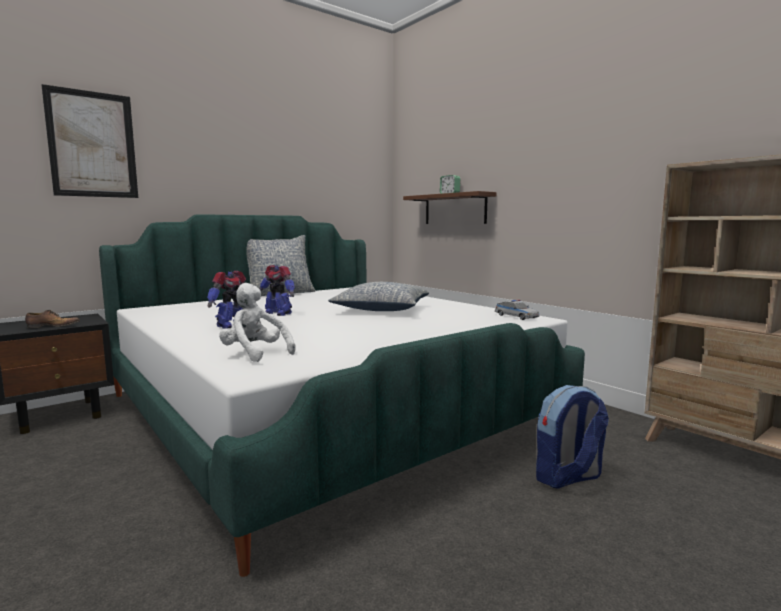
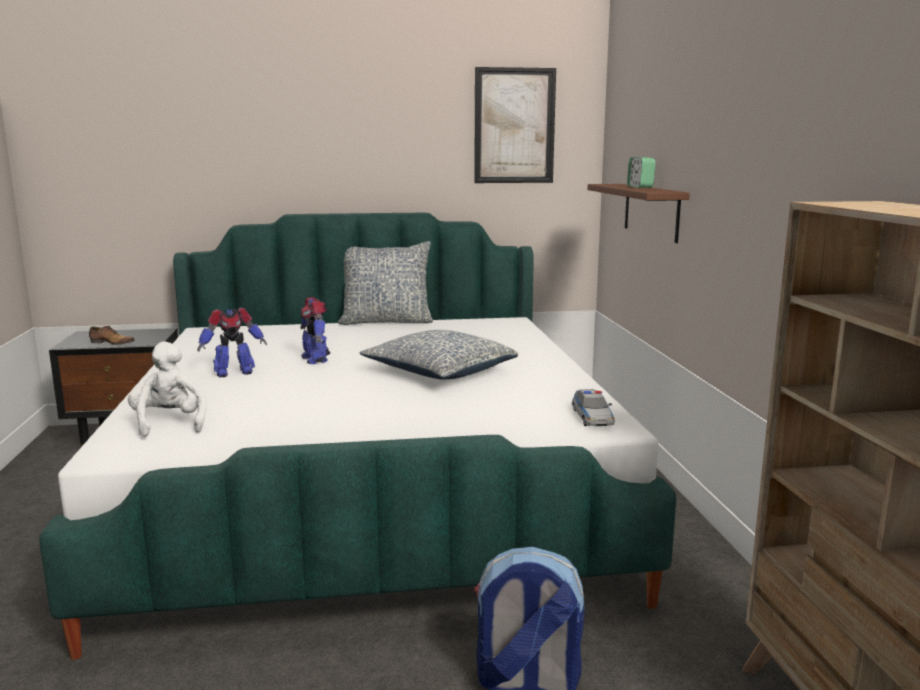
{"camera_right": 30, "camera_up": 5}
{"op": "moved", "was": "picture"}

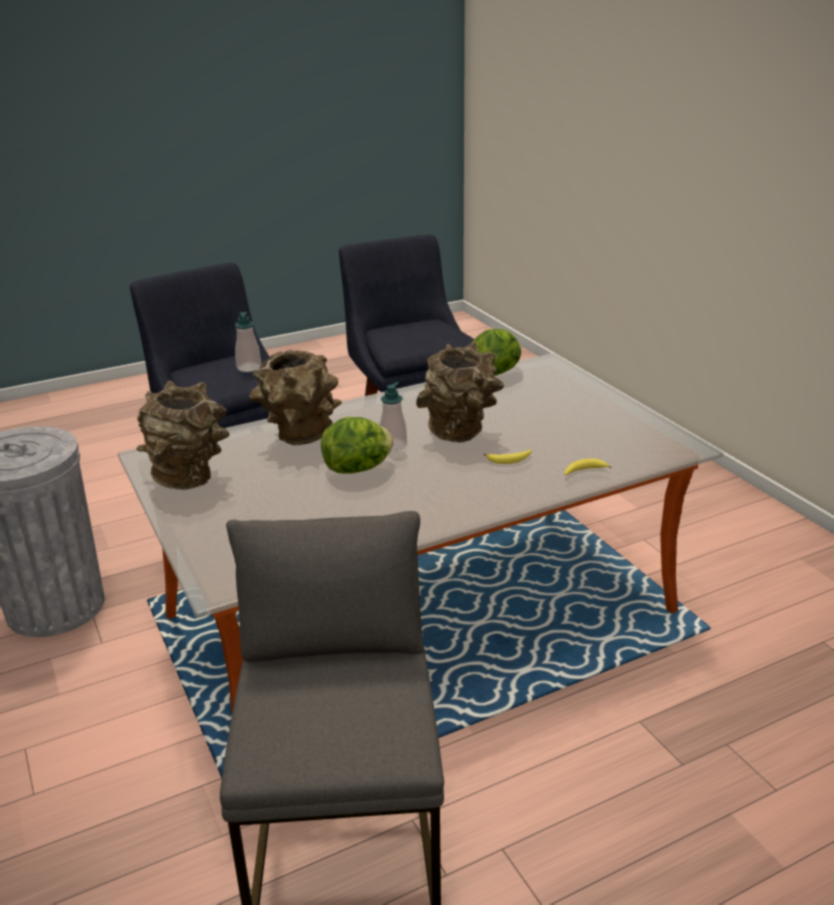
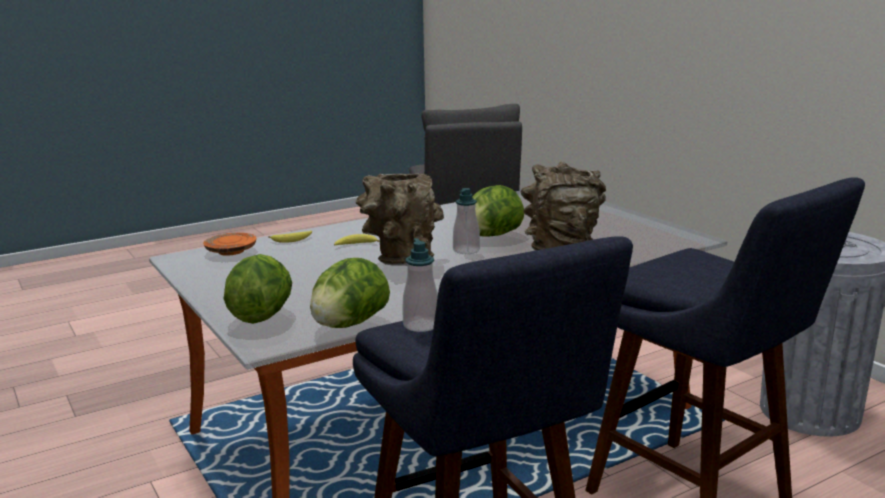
{"camera_right": 175, "camera_up": -10}
{"op": "added", "now": "orange plate"}
{"op": "added", "now": "lettuce (1st from left)"}
{"op": "moved", "was": "soap dispenser (1st from left)"}
{"op": "removed", "was": "brown vase (1st from left)"}

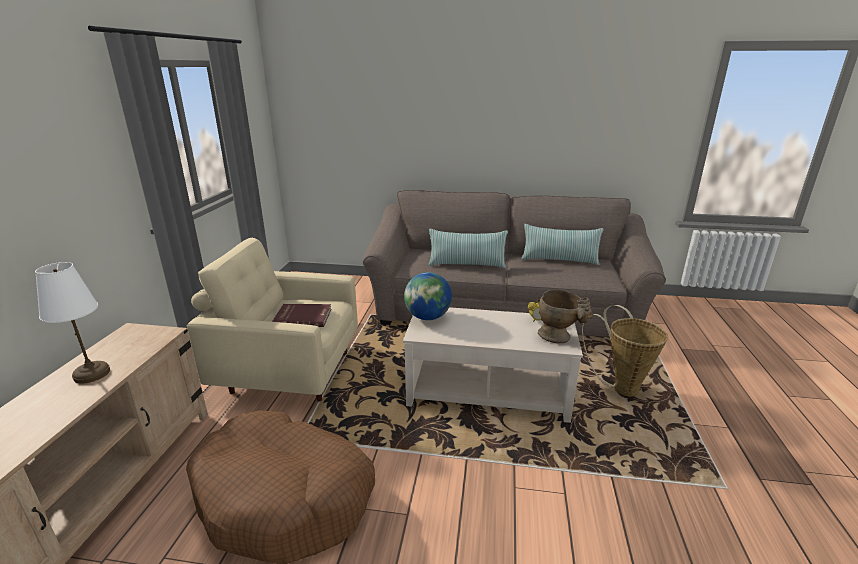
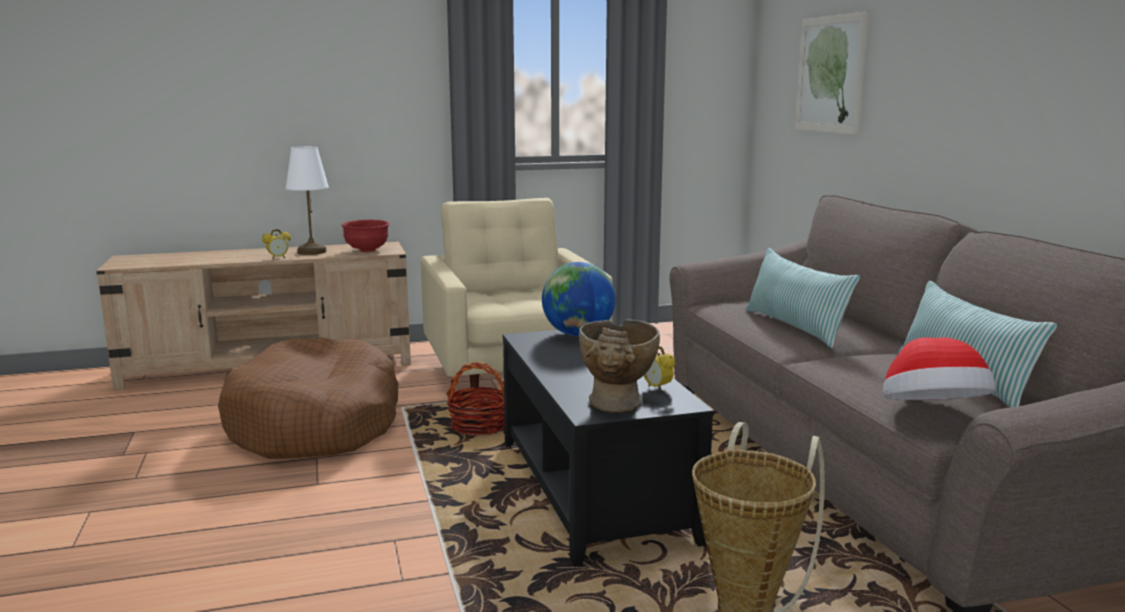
{"camera_right": 65, "camera_up": -10}
{"op": "added", "now": "alarm clock (1st from left)"}
{"op": "added", "now": "red bowl"}
{"op": "added", "now": "basket (1st from left)"}
{"op": "recoloured", "was": "beige coffee table", "now": "black coffee table"}
{"op": "added", "now": "picture"}
{"op": "added", "now": "hat"}
{"op": "removed", "was": "red book"}

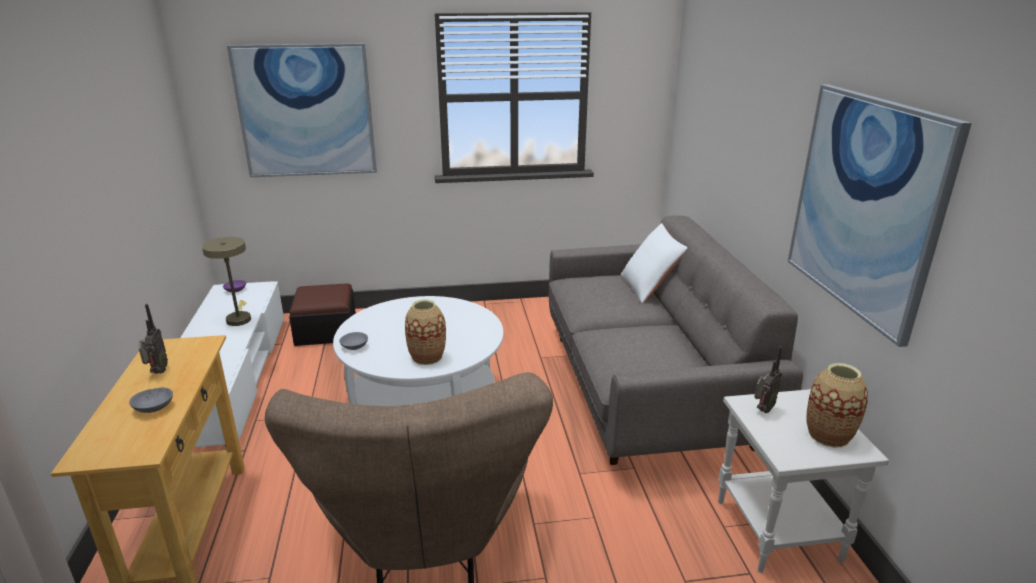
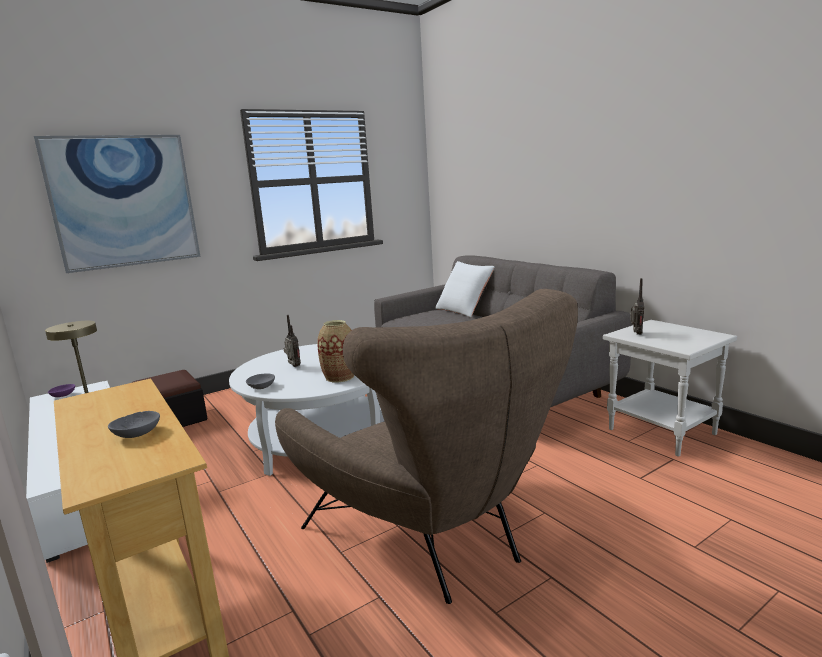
{"camera_right": -25, "camera_up": -10}
{"op": "moved", "was": "radio (1st from left)"}
{"op": "removed", "was": "picture (2nd from left)"}
{"op": "removed", "was": "vase (2nd from left)"}

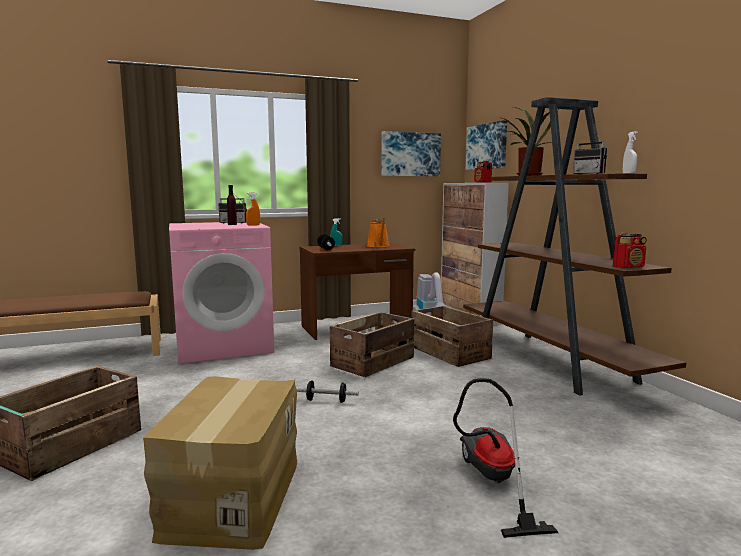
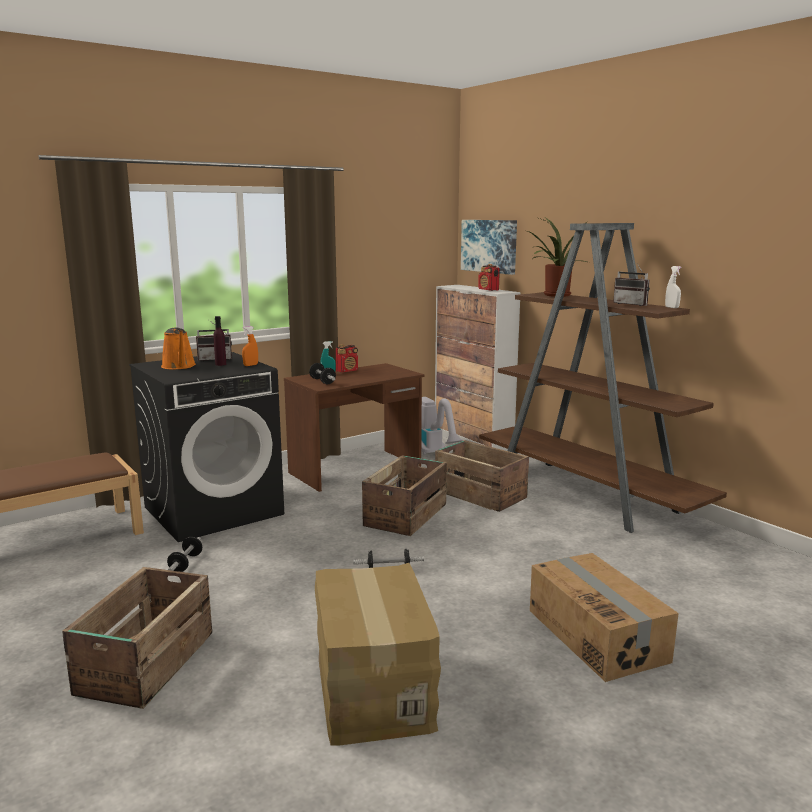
{"camera_right": -15, "camera_up": 5}
{"op": "recoloured", "was": "pink washing machine", "now": "black washing machine"}
{"op": "moved", "was": "orange watering can"}
{"op": "added", "now": "dumbbell (1st from left)"}
{"op": "moved", "was": "radio (4th from left in the first image)", "now": "radio (2nd from left)"}
{"op": "replaced", "was": "vacuum cleaner (2nd from left)", "now": "cardboard box (2nd from left)"}
{"op": "removed", "was": "picture (1st from left)"}

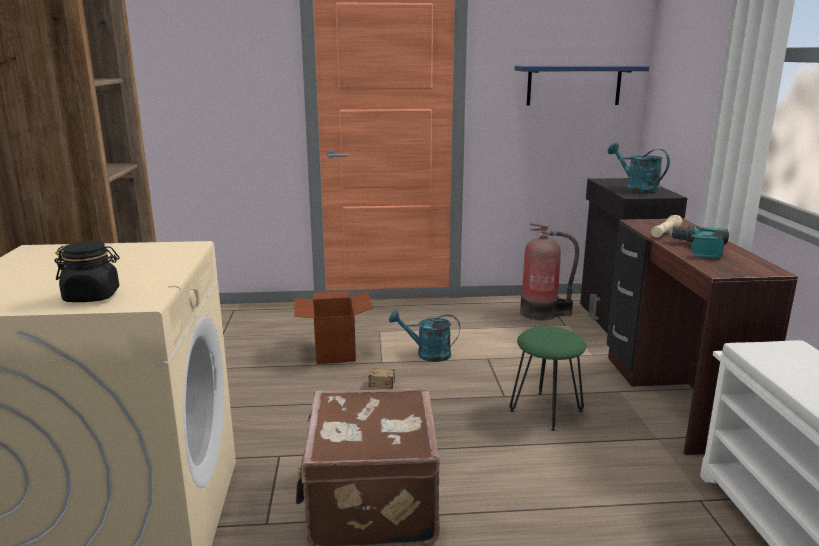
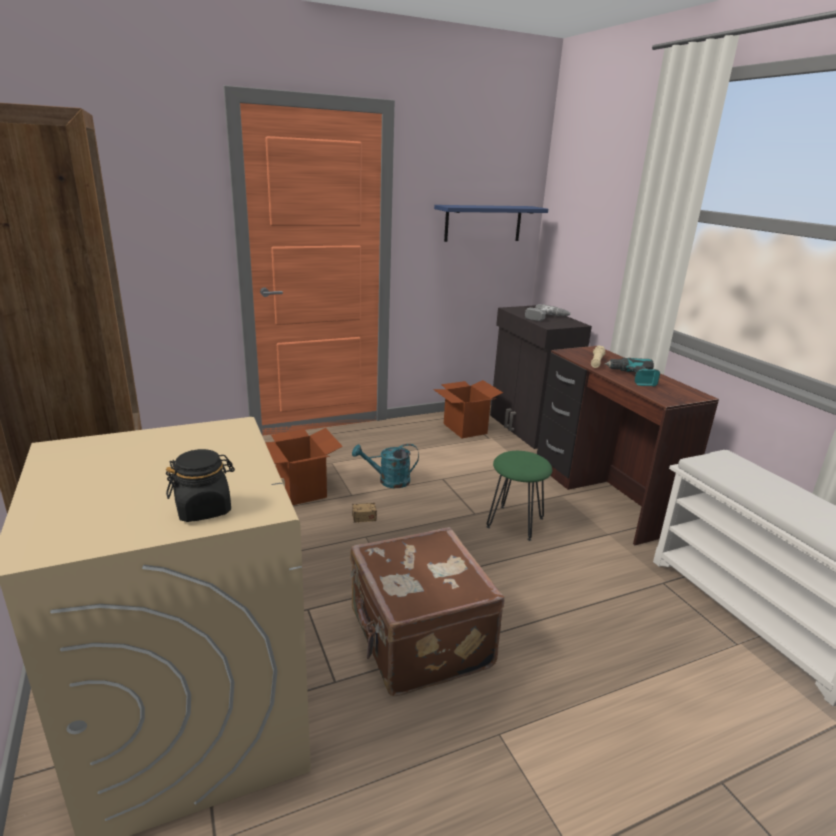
{"camera_right": -20, "camera_up": 5}
{"op": "replaced", "was": "fire extinguisher", "now": "cardboard box (2nd from left)"}
{"op": "replaced", "was": "turquoise watering can (2nd from left)", "now": "power drill (1st from left)"}

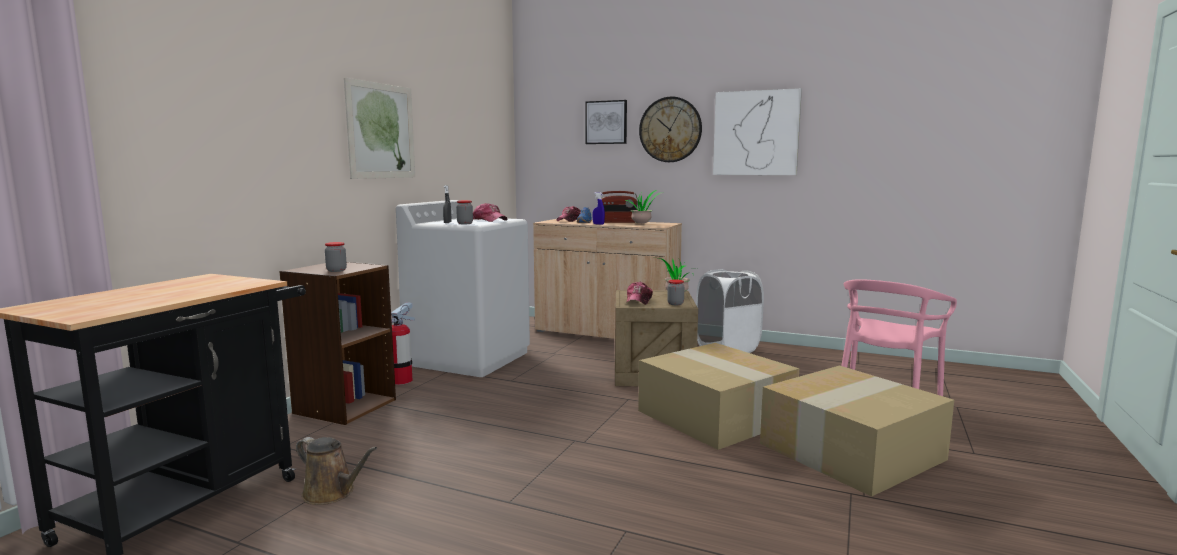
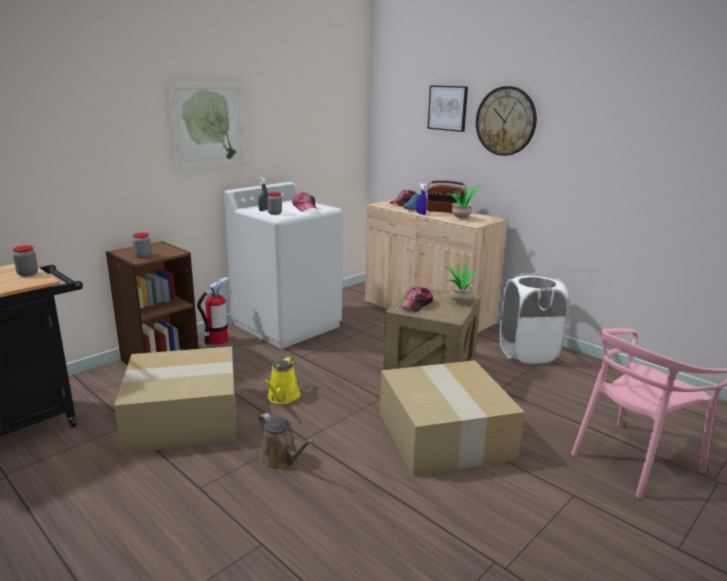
{"camera_right": 20, "camera_up": 10}
{"op": "moved", "was": "jar (3rd from left in the first image)", "now": "jar (1st from left)"}
{"op": "moved", "was": "cardboard box (2nd from left in the first image)", "now": "cardboard box (1st from left)"}
{"op": "moved", "was": "brown watering can"}
{"op": "added", "now": "yellow watering can"}
{"op": "removed", "was": "picture (3rd from left)"}

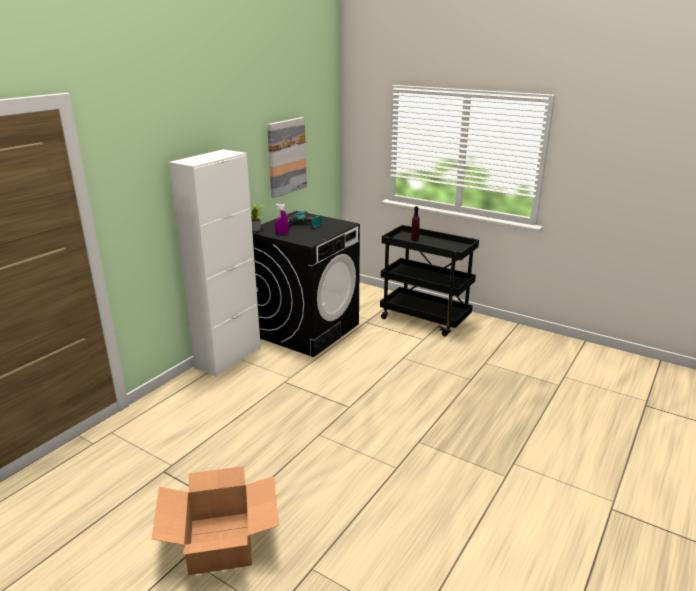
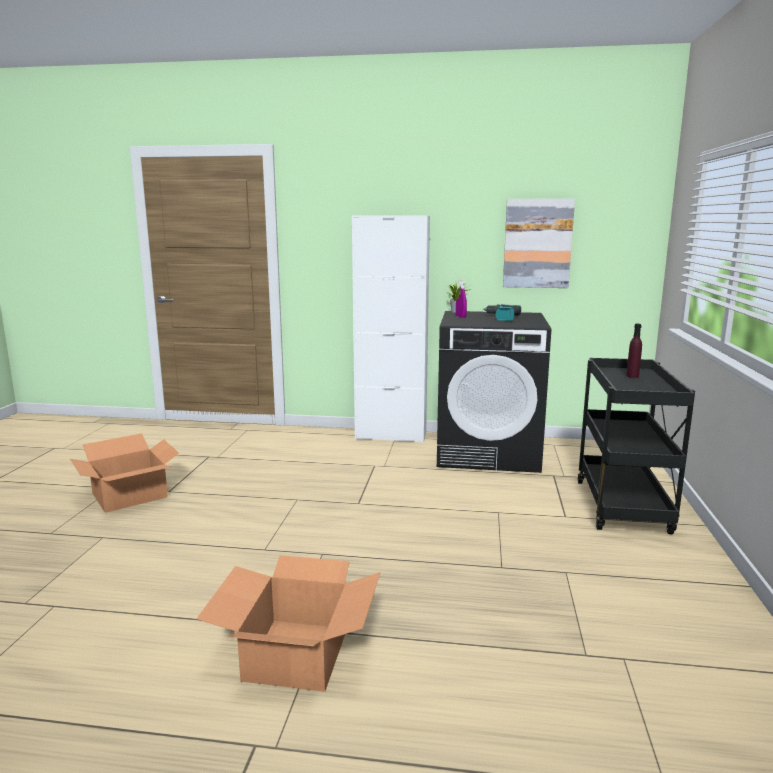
{"camera_right": 65, "camera_up": -10}
{"op": "added", "now": "cardboard box (2nd from left)"}

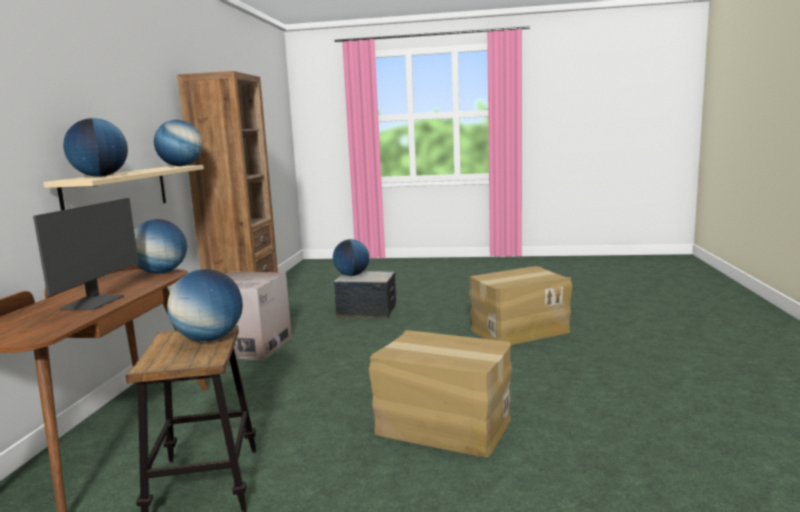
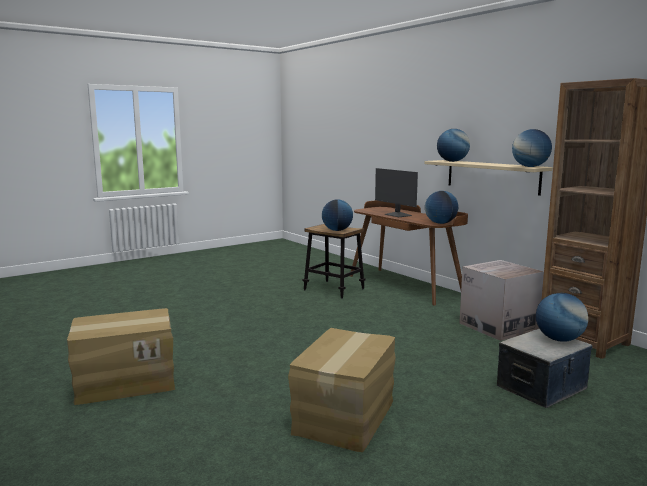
{"camera_right": 135, "camera_up": 0}
{"op": "moved", "was": "cardboard box (2nd from left in the first image)", "now": "cardboard box (1st from left)"}

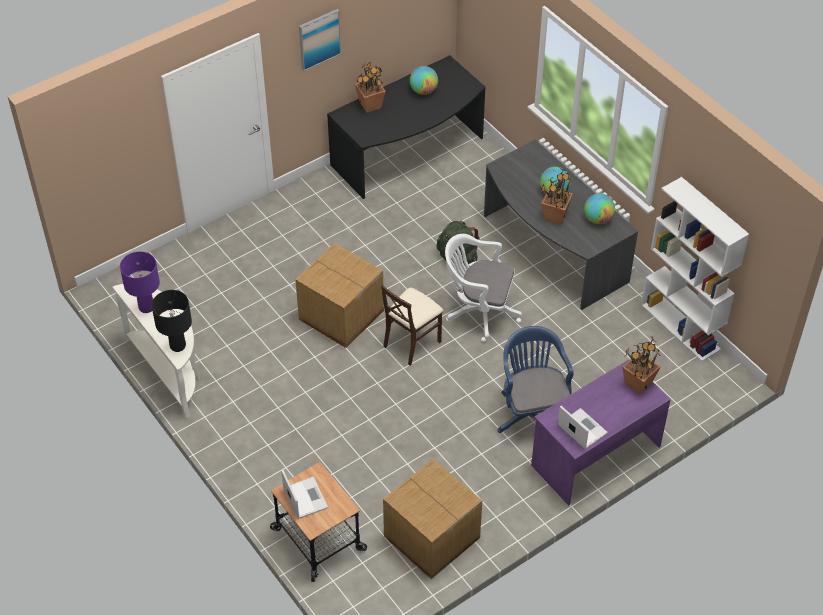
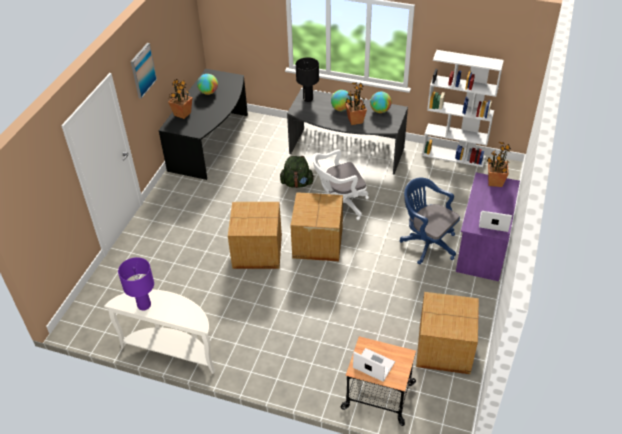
{"camera_right": -35, "camera_up": -5}
{"op": "replaced", "was": "beige chair", "now": "cardboard box (2nd from left)"}
{"op": "moved", "was": "black table lamp"}

